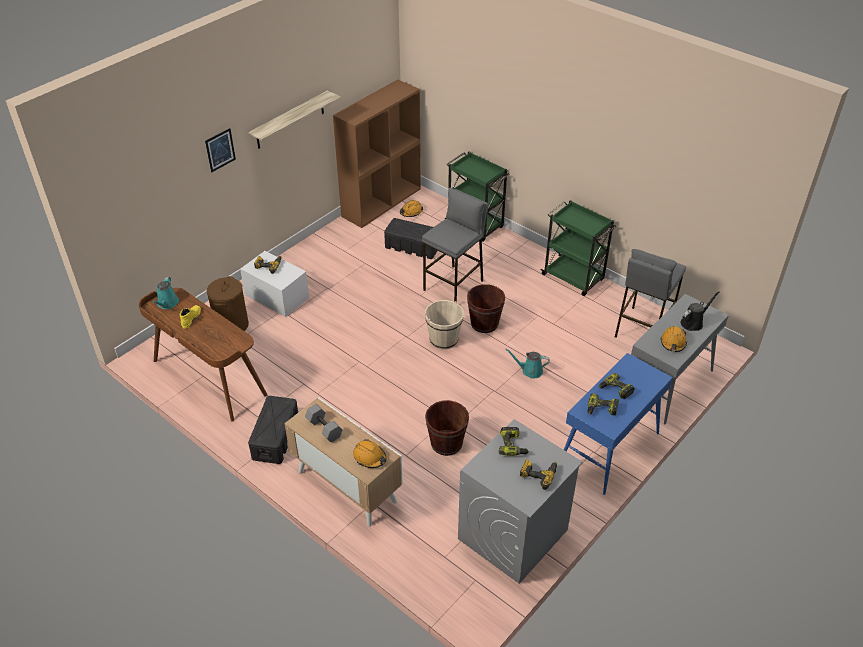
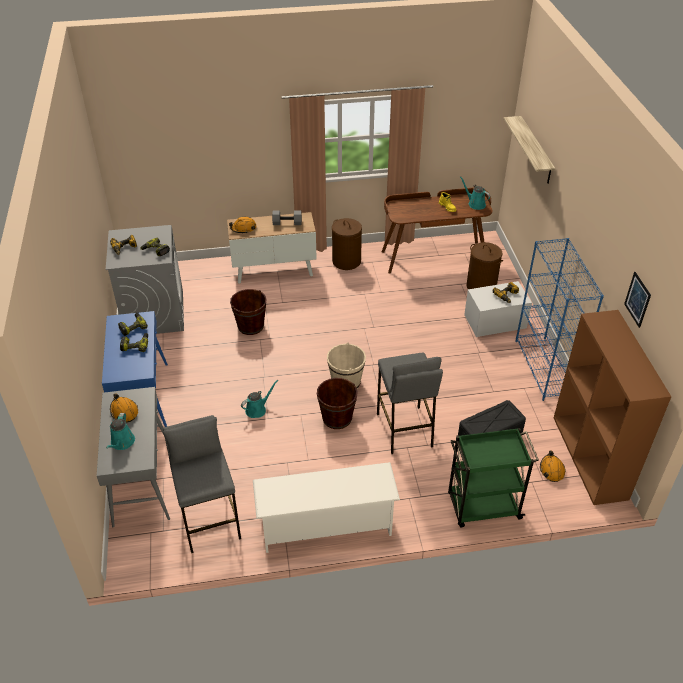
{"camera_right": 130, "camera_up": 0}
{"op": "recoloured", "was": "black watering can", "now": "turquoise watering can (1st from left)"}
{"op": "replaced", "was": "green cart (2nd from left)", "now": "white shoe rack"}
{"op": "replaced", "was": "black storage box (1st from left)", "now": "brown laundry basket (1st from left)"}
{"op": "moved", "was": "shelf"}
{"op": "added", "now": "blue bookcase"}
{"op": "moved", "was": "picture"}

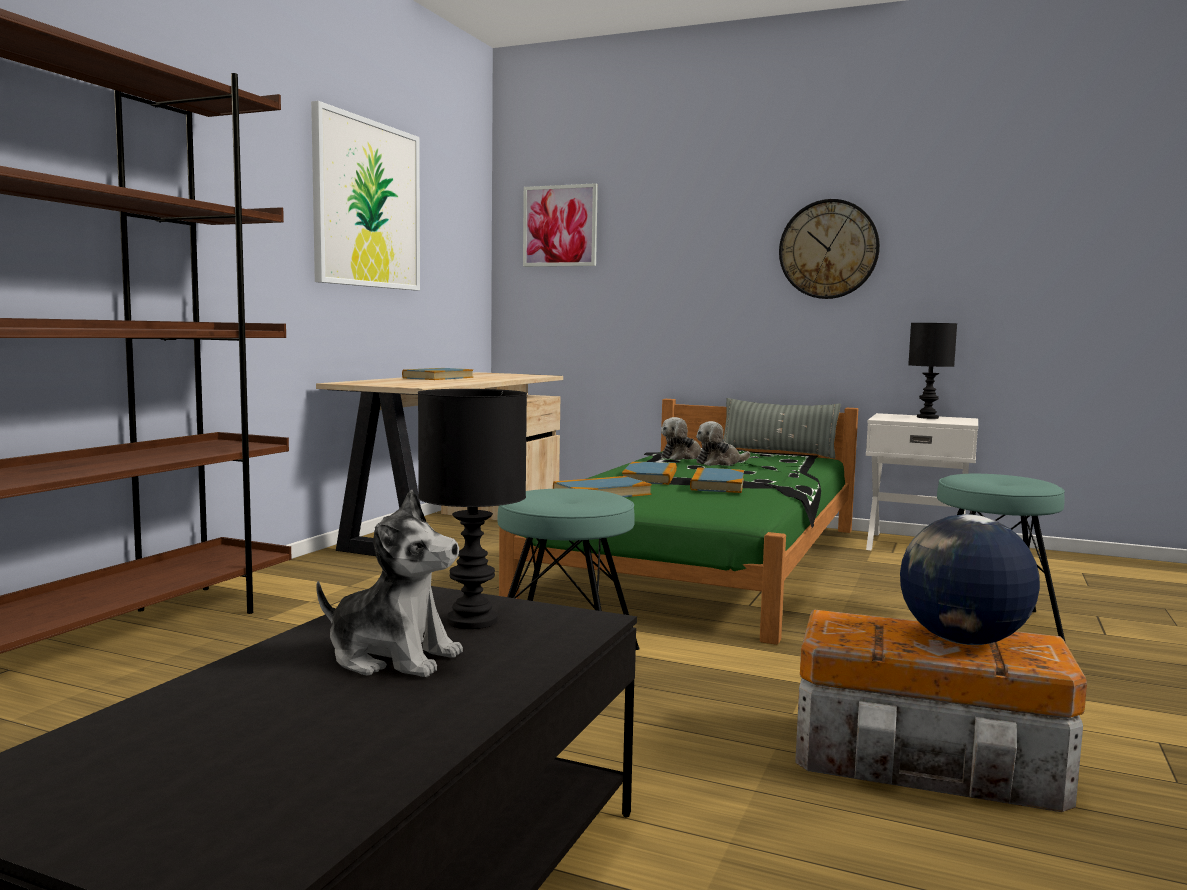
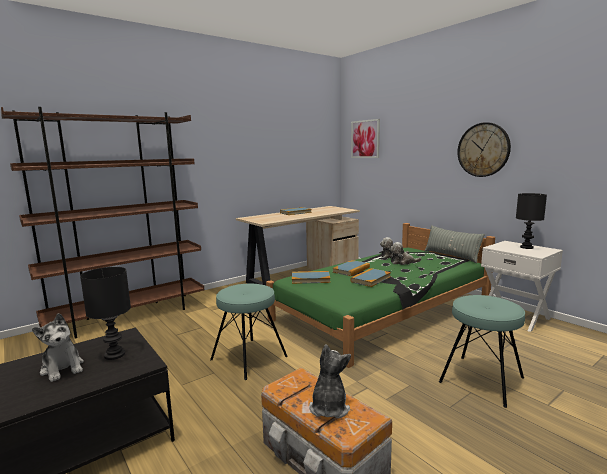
{"camera_right": 30, "camera_up": 5}
{"op": "replaced", "was": "globe", "now": "plush toy (2nd from left)"}
{"op": "removed", "was": "picture (1st from left)"}

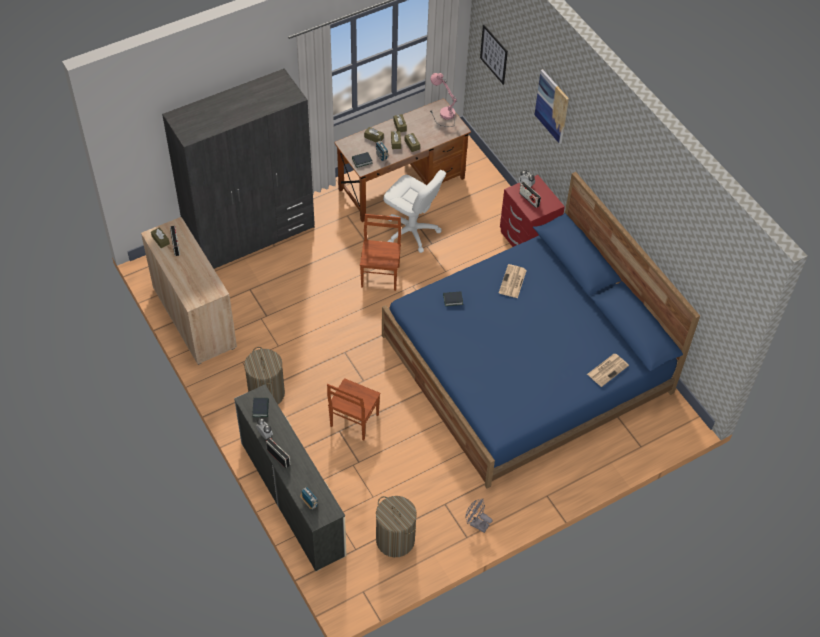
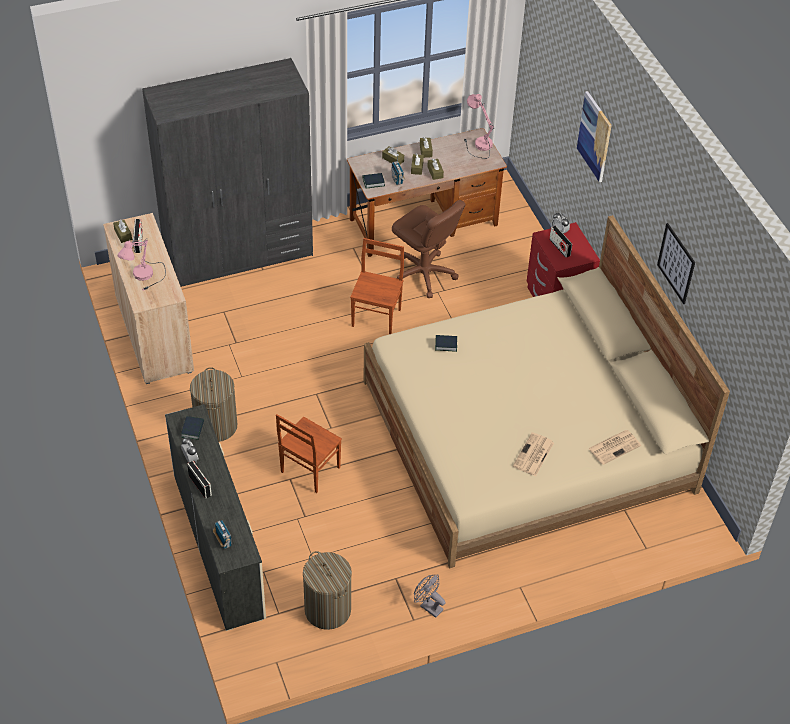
{"camera_right": 10, "camera_up": -5}
{"op": "added", "now": "pink table lamp (1st from left)"}
{"op": "recoloured", "was": "blue bed", "now": "beige bed"}
{"op": "recoloured", "was": "white office chair", "now": "brown office chair"}
{"op": "moved", "was": "newspaper (1st from left)"}
{"op": "moved", "was": "picture (1st from left in the first image)", "now": "picture (2nd from left)"}

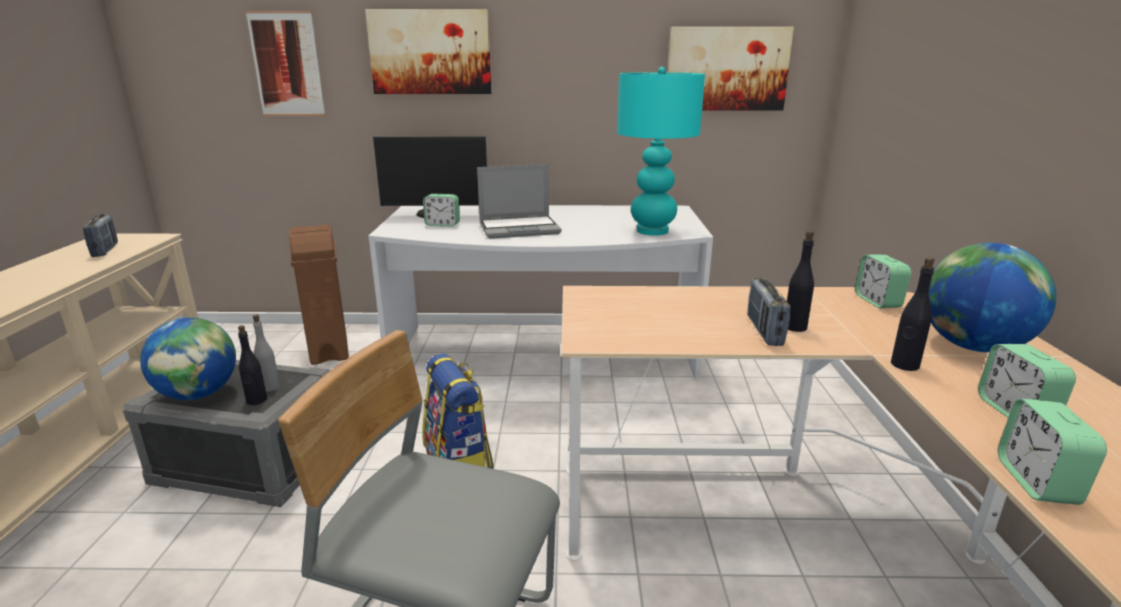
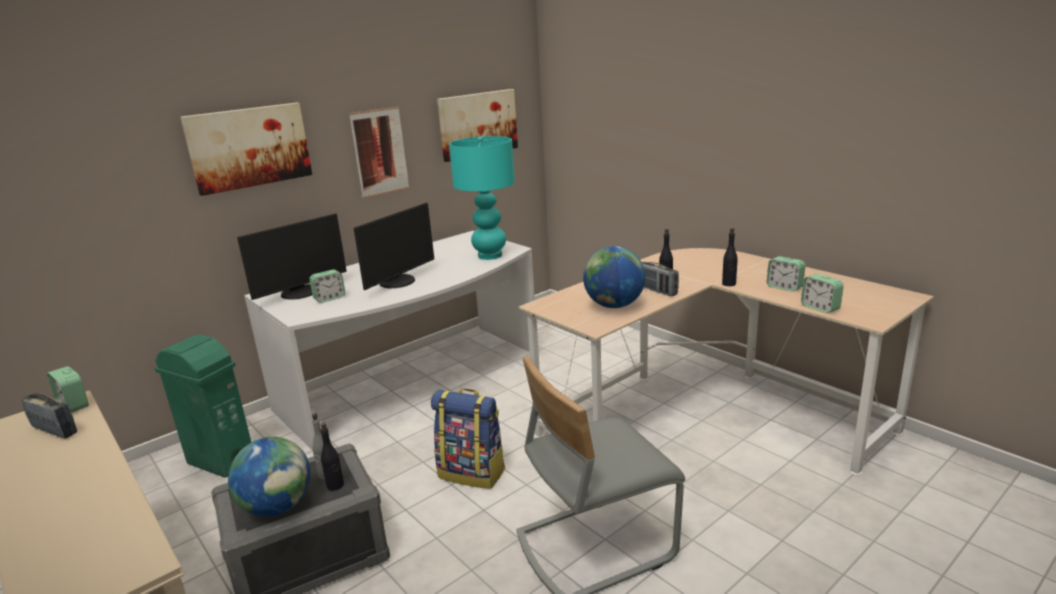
{"camera_right": -40, "camera_up": 0}
{"op": "moved", "was": "alarm clock (2nd from left in the first image)", "now": "alarm clock (1st from left)"}
{"op": "recoloured", "was": "brown trash can", "now": "green trash can"}
{"op": "moved", "was": "picture (1st from left in the first image)", "now": "picture (2nd from left)"}
{"op": "replaced", "was": "laptop", "now": "monitor (2nd from left)"}
{"op": "moved", "was": "globe (2nd from left)"}

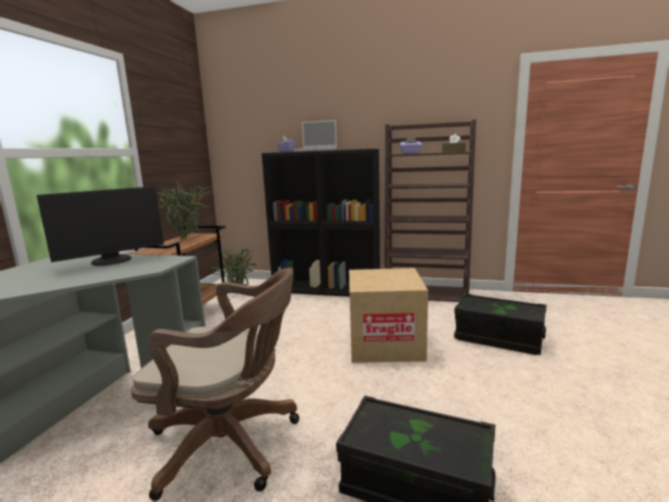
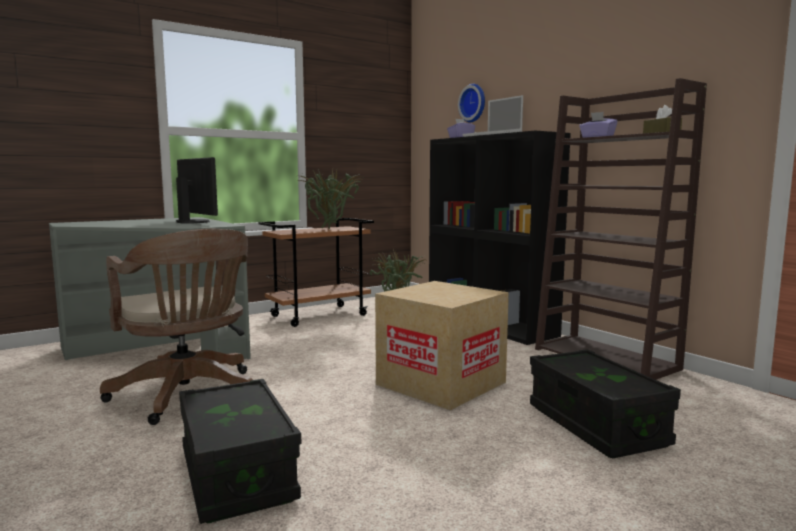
{"camera_right": 40, "camera_up": -5}
{"op": "turned", "was": "monitor", "clockwise": -135}
{"op": "added", "now": "wall clock"}

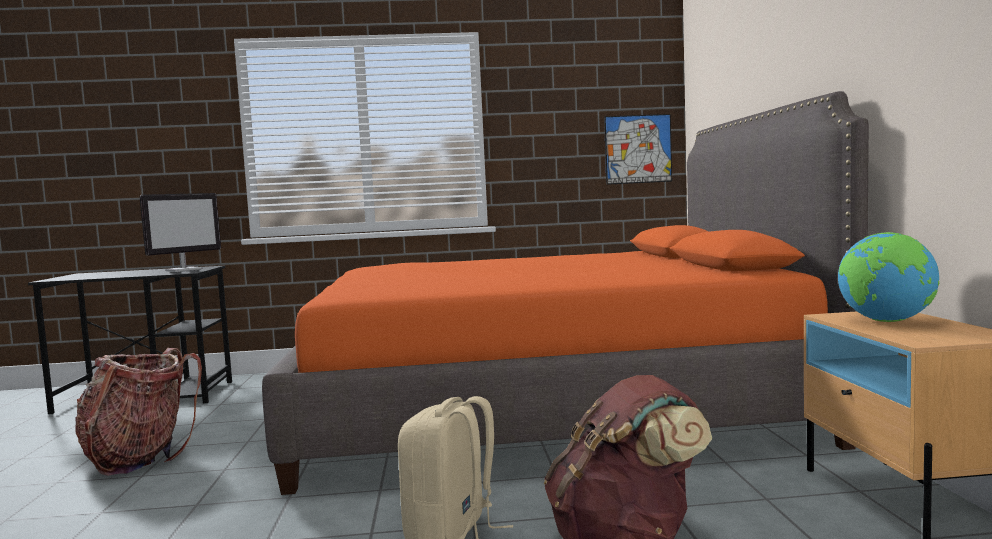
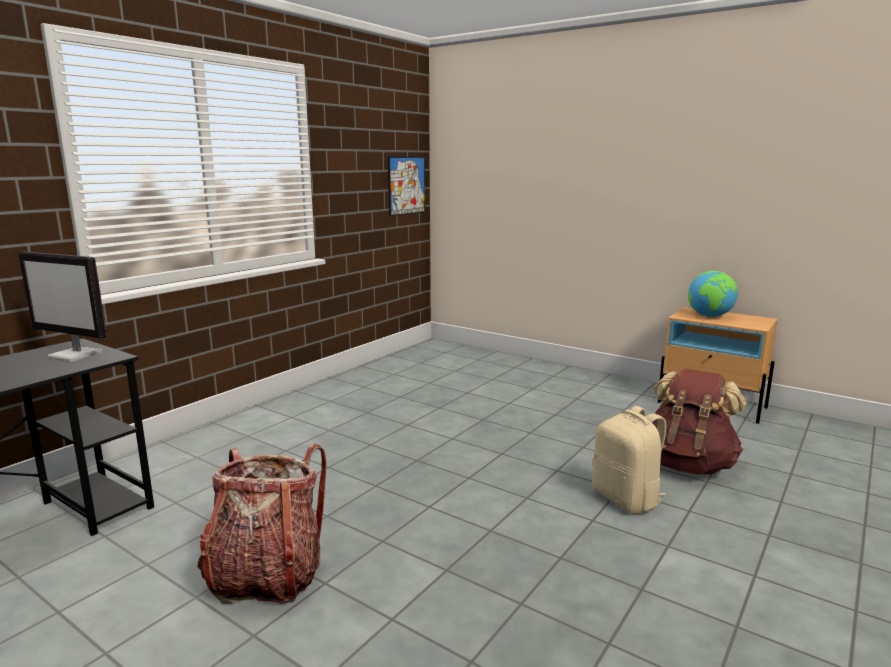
{"camera_right": -50, "camera_up": 10}
{"op": "turned", "was": "monitor", "clockwise": 120}
{"op": "removed", "was": "orange bed"}

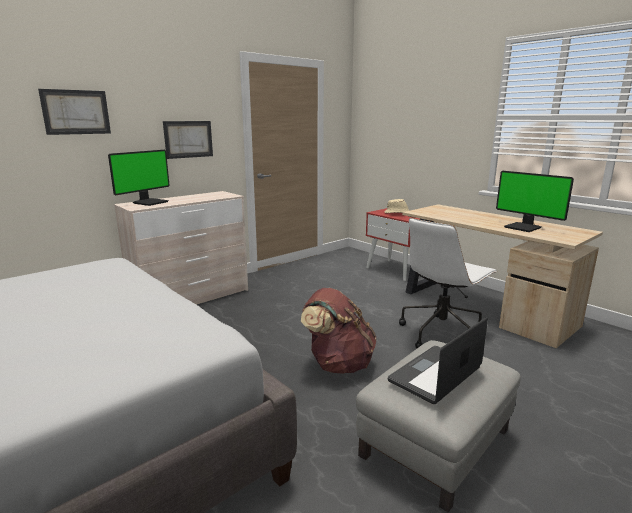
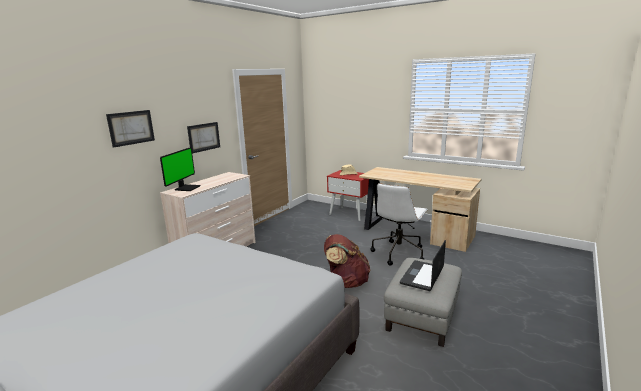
{"camera_right": -15, "camera_up": 0}
{"op": "removed", "was": "monitor (2nd from left)"}

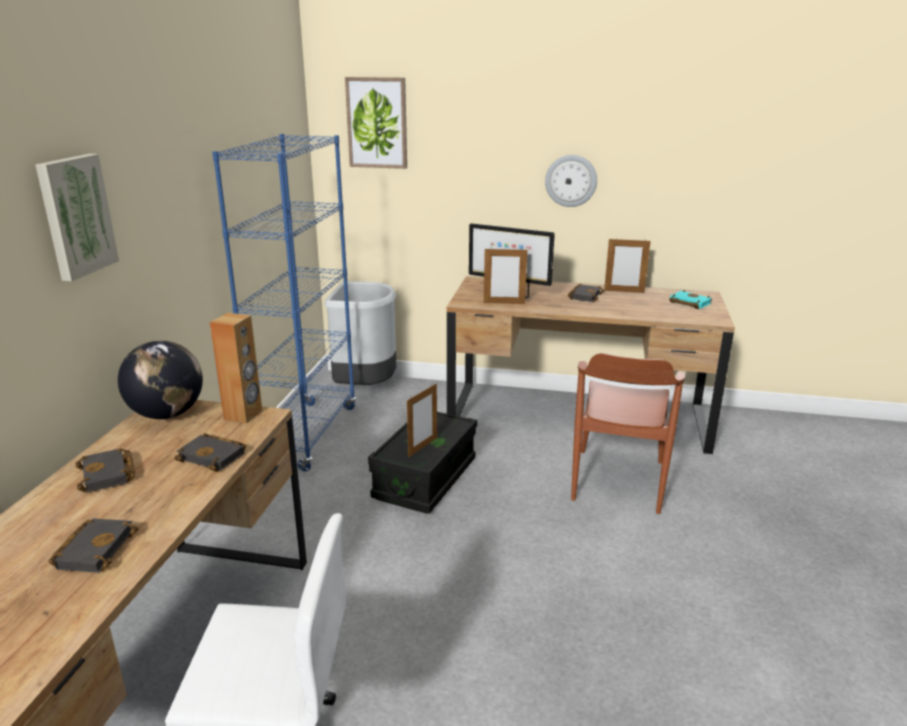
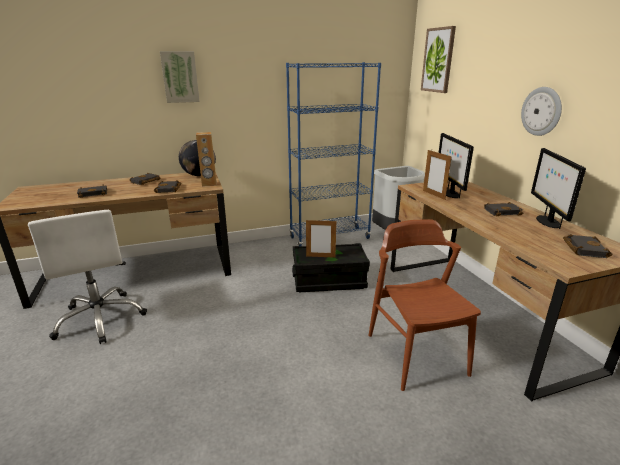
{"camera_right": 60, "camera_up": 0}
{"op": "turned", "was": "brown chair", "clockwise": 90}
{"op": "replaced", "was": "picture frame (3rd from left)", "now": "monitor (2nd from left)"}
{"op": "recoloured", "was": "turquoise book", "now": "black book (5th from left)"}

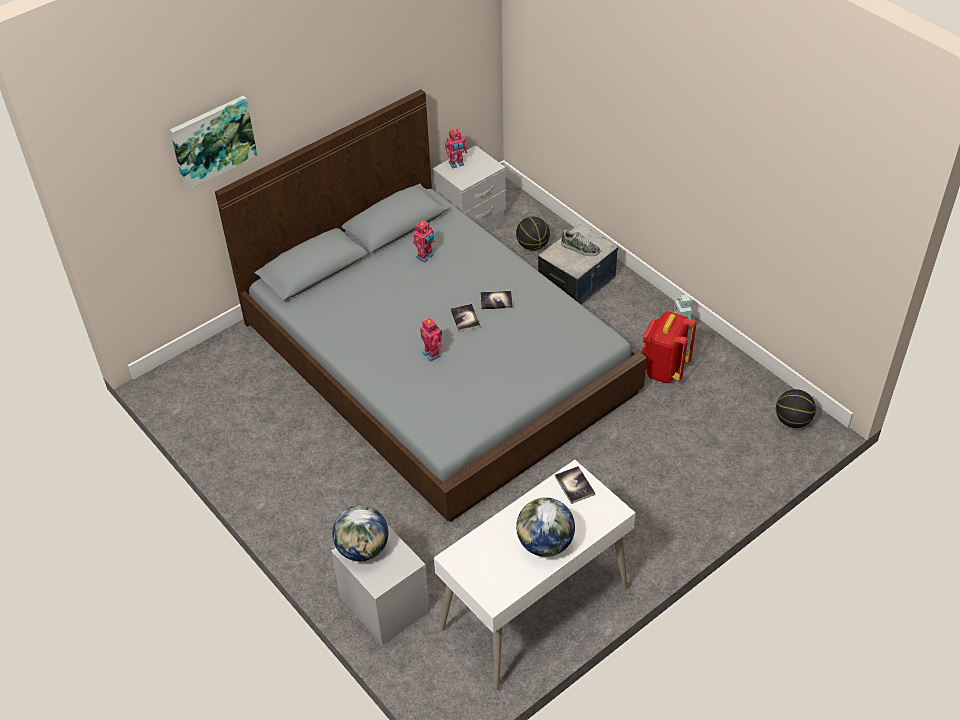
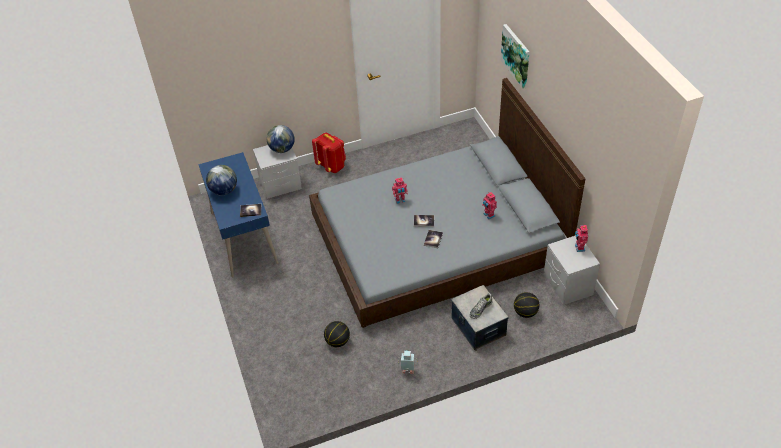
{"camera_right": 110, "camera_up": 0}
{"op": "recoloured", "was": "white desk", "now": "blue desk"}
{"op": "moved", "was": "red backpack"}
{"op": "moved", "was": "basketball (2nd from left in the first image)", "now": "basketball (1st from left)"}

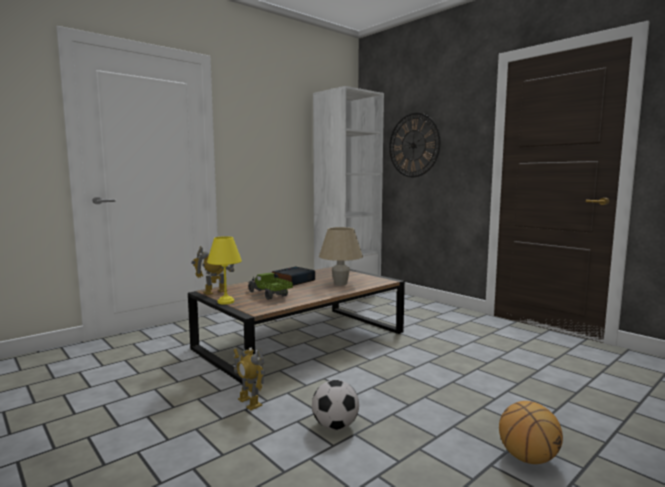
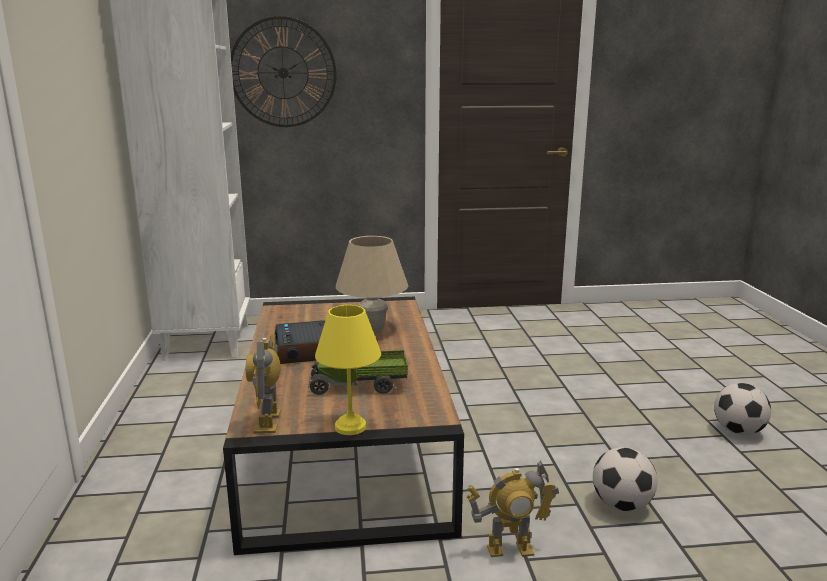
{"camera_right": -55, "camera_up": 10}
{"op": "replaced", "was": "basketball", "now": "football (2nd from left)"}

